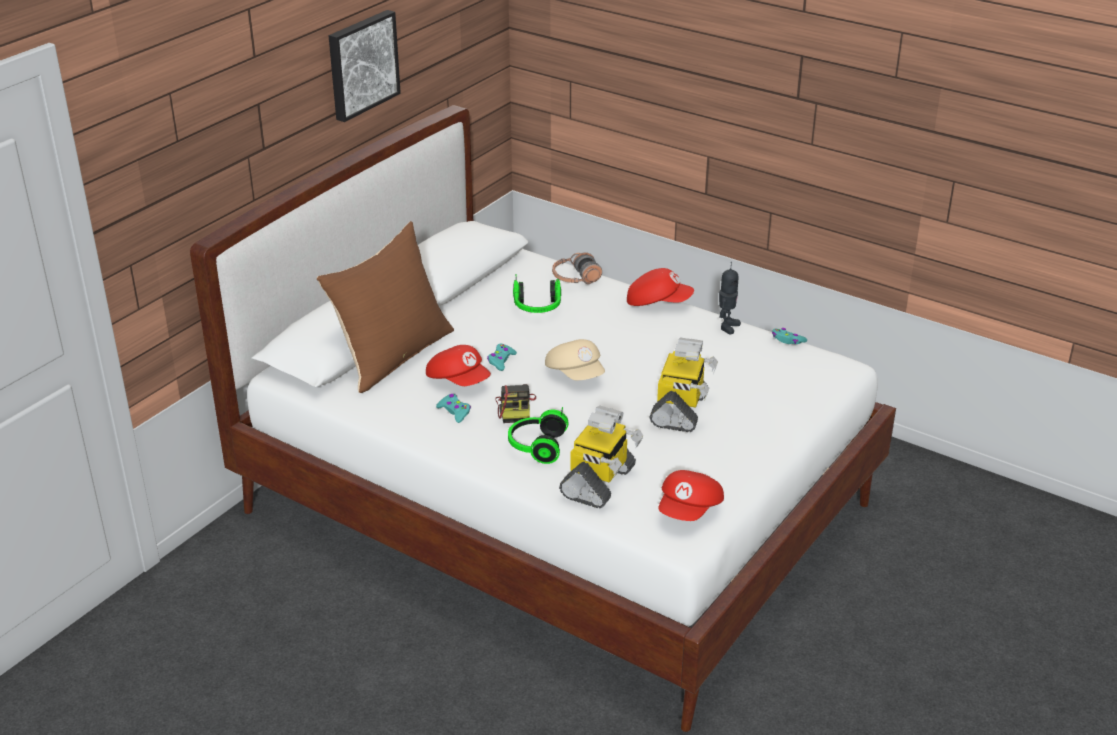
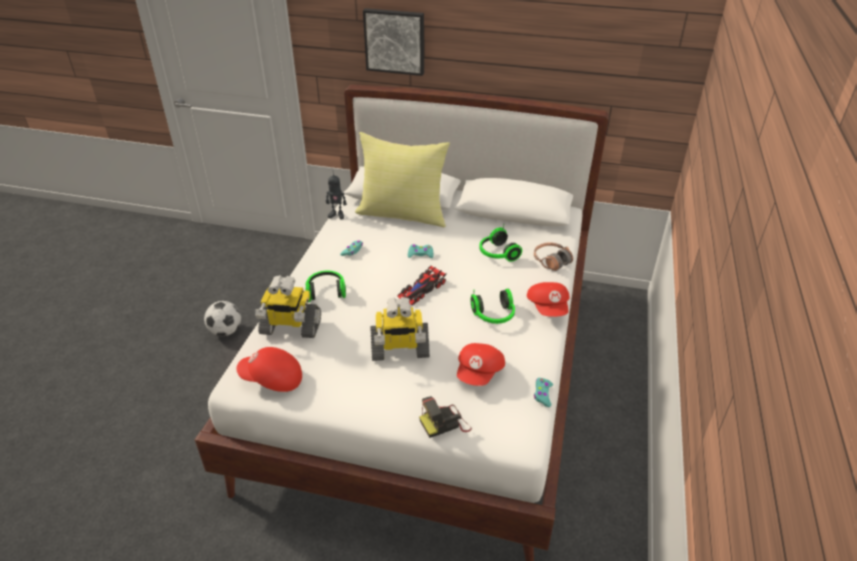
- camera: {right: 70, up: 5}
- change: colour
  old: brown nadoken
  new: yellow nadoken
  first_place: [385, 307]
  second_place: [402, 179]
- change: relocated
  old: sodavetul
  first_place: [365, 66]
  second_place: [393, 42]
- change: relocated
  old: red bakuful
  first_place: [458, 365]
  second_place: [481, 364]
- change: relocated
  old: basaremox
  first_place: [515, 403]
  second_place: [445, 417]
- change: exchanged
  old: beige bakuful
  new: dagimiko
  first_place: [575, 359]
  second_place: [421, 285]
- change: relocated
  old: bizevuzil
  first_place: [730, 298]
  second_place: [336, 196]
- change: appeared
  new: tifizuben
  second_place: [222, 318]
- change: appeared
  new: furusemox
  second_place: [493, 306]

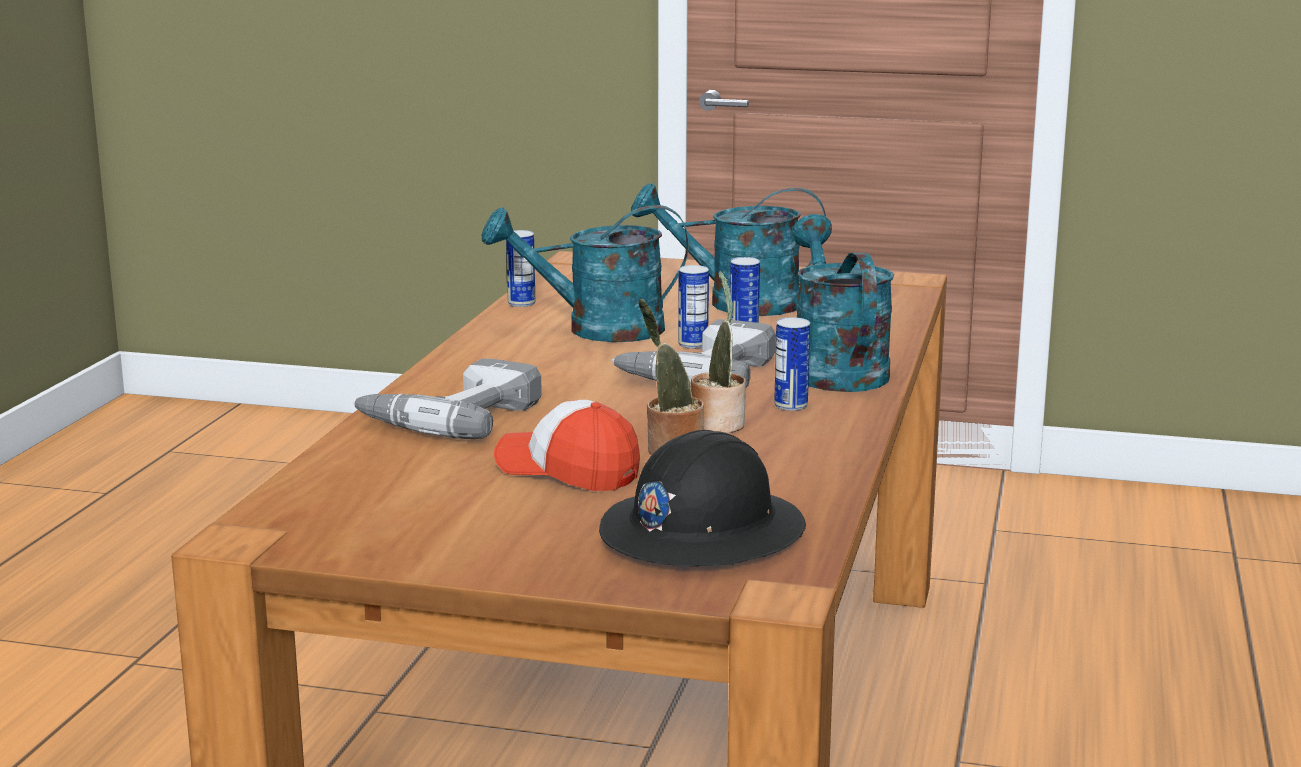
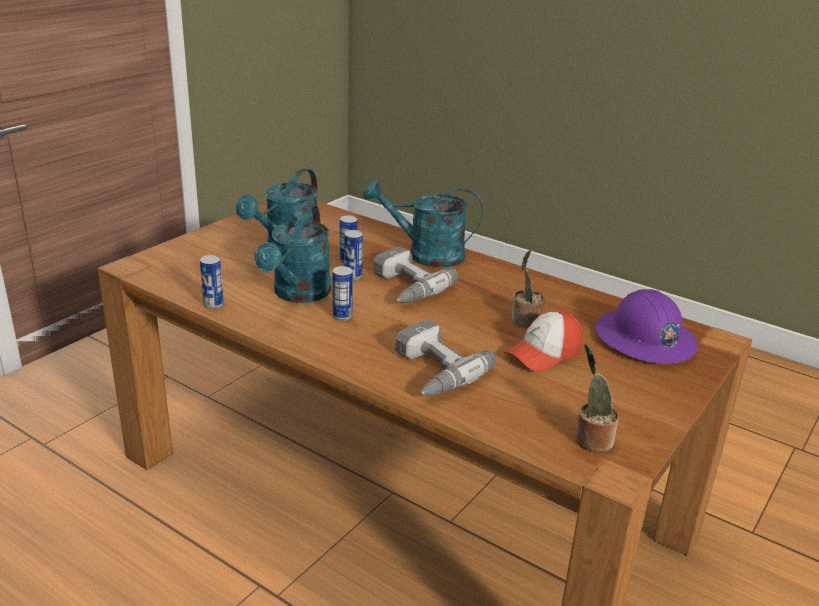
- camera: {right: -70, up: 10}
- change: colour
  old: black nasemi
  new: purple nasemi
  first_place: [702, 498]
  second_place: [646, 326]
- change: relocated
  old: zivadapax
  first_place: [718, 352]
  second_place: [597, 398]
- change: relocated
  old: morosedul
  first_place: [792, 364]
  second_place: [342, 293]

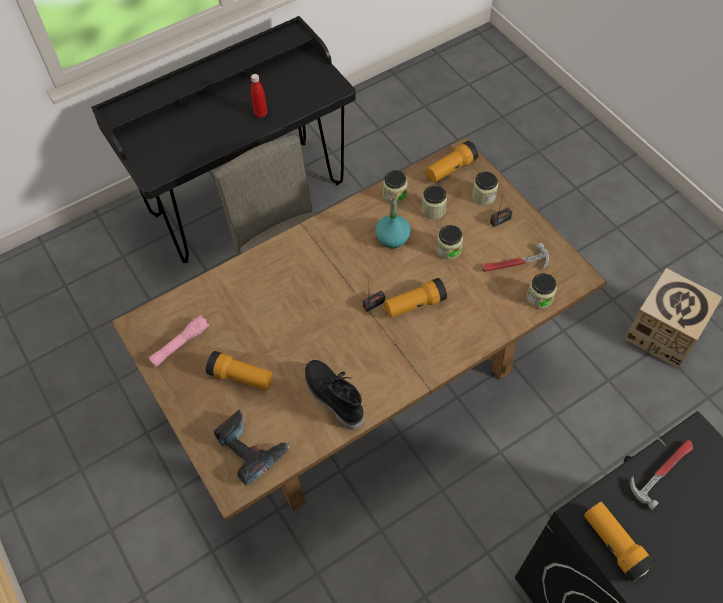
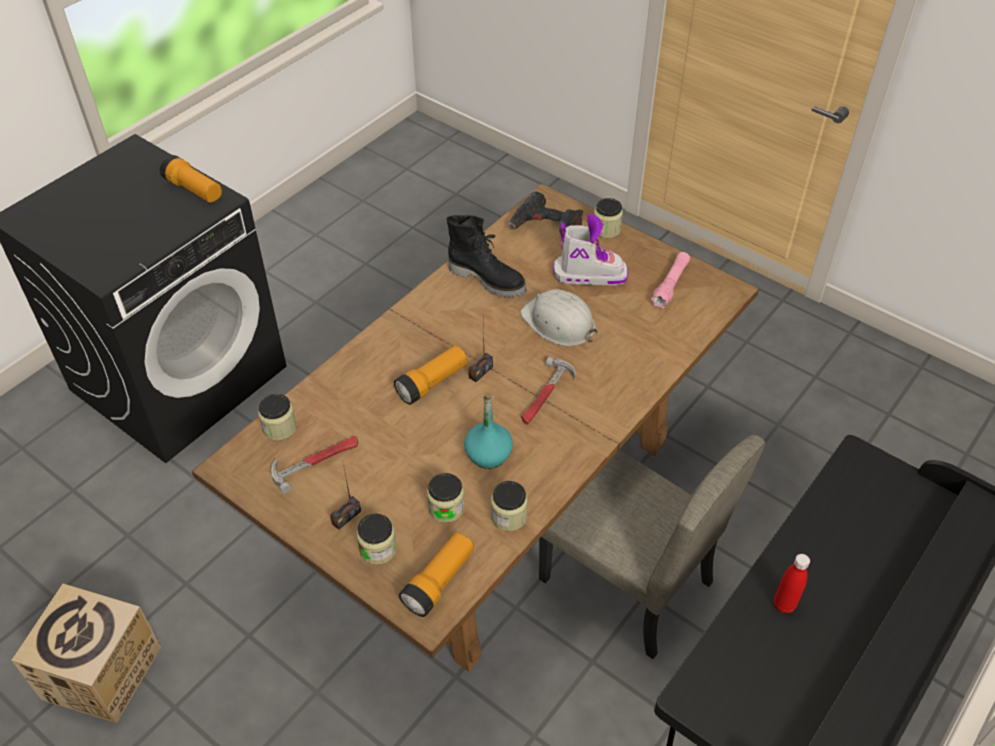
- camera: {right: 160, up: -10}
- change: exchanged
  old: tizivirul
  new: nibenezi
  first_place: [239, 370]
  second_place: [590, 249]
- change: relocated
  old: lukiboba
  first_place: [449, 242]
  second_place: [608, 218]
- change: relocated
  old: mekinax
  first_place: [661, 475]
  second_place: [548, 390]
- change: appeared
  new: white nasemi
  second_place: [559, 317]

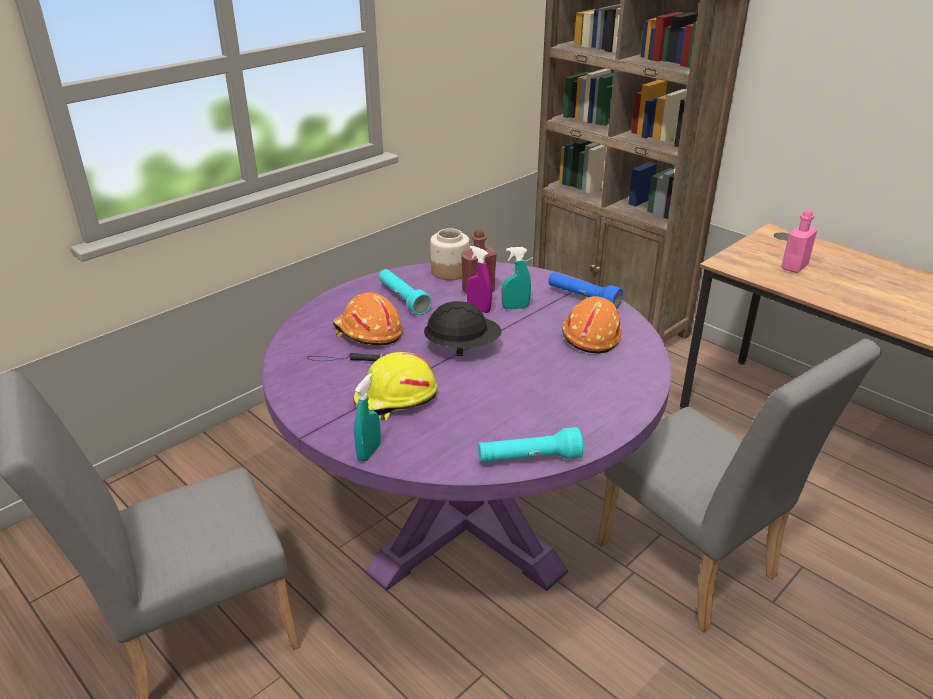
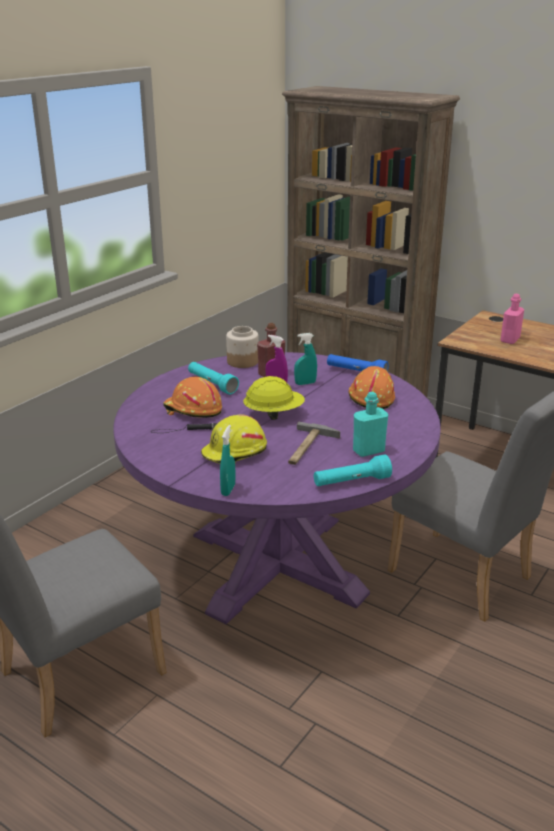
- camera: {right: -10, up: -5}
- change: colour
  old: black nasemi
  new: yellow nasemi
  first_place: [463, 328]
  second_place: [274, 398]
- change: appeared
  new: mekinax
  second_place: [314, 443]
- change: appeared
  new: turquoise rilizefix
  second_place: [370, 424]

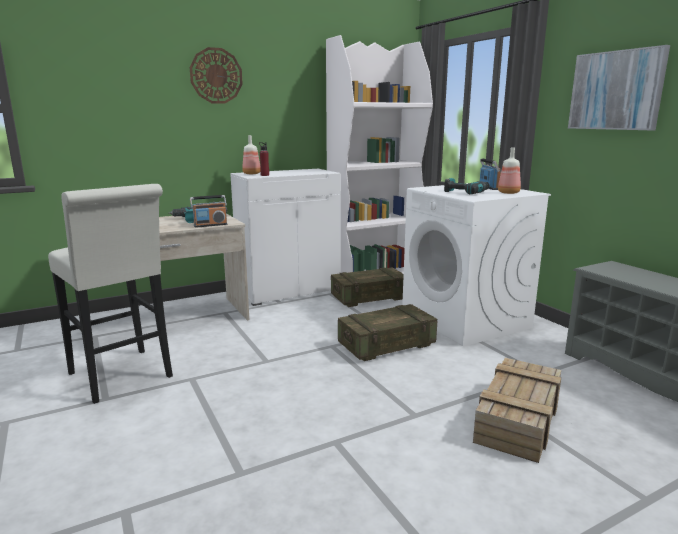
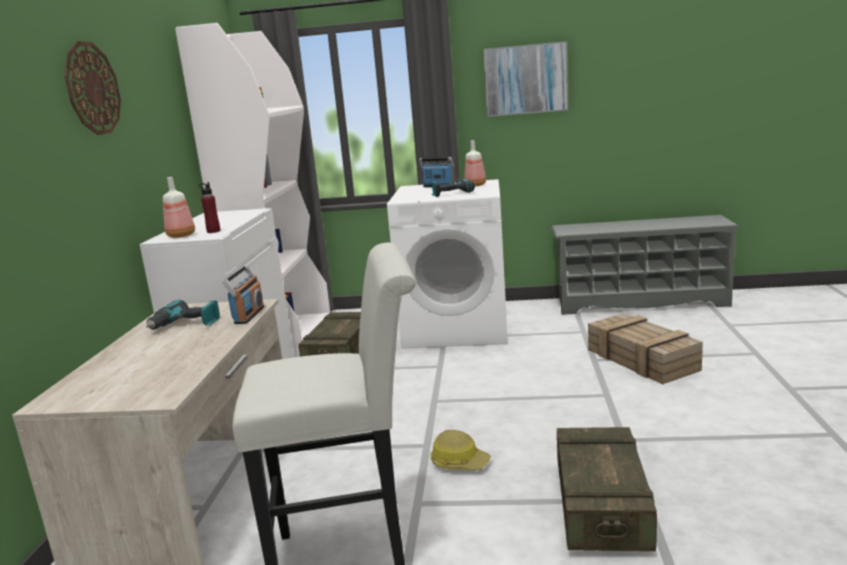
- camera: {right: -55, up: 0}
- change: relocated
  old: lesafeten
  first_place: [387, 332]
  second_place: [607, 489]
- change: appeared
  new: nasemi
  second_place: [460, 450]

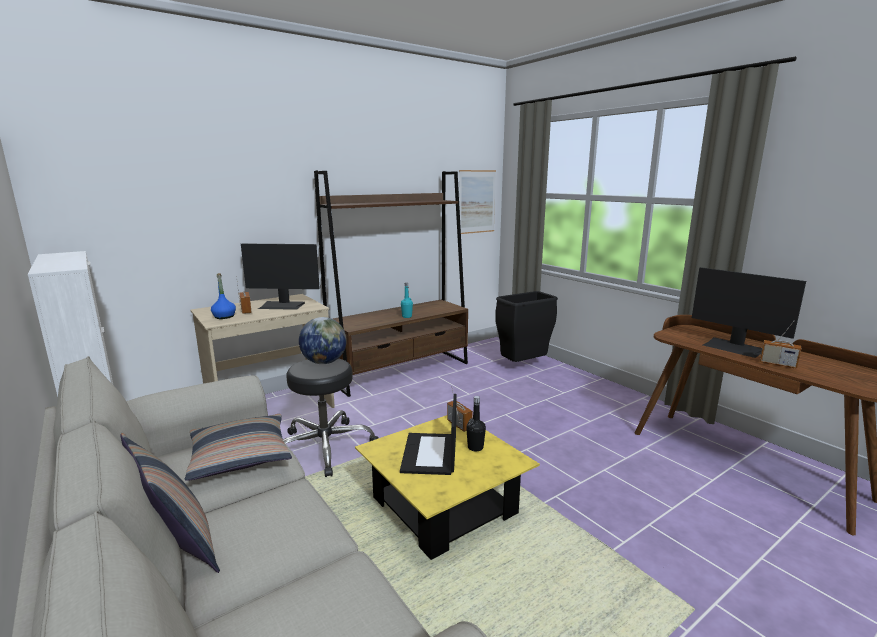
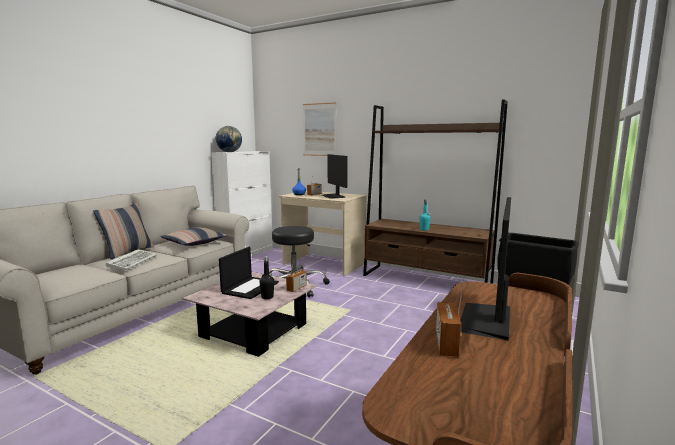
- camera: {right: 65, up: -5}
- change: relocated
  old: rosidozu
  first_place: [323, 340]
  second_place: [229, 139]
- change: colour
  old: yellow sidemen
  new: pink sidemen
  first_place: [447, 487]
  second_place: [250, 314]
- change: spun
  old: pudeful
  first_place: [428, 434]
  second_place: [249, 273]
  degrees: 135
- change: relocated
  old: sodavetul
  first_place: [477, 202]
  second_place: [320, 129]
- change: appeared
  new: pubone
  second_place: [131, 259]

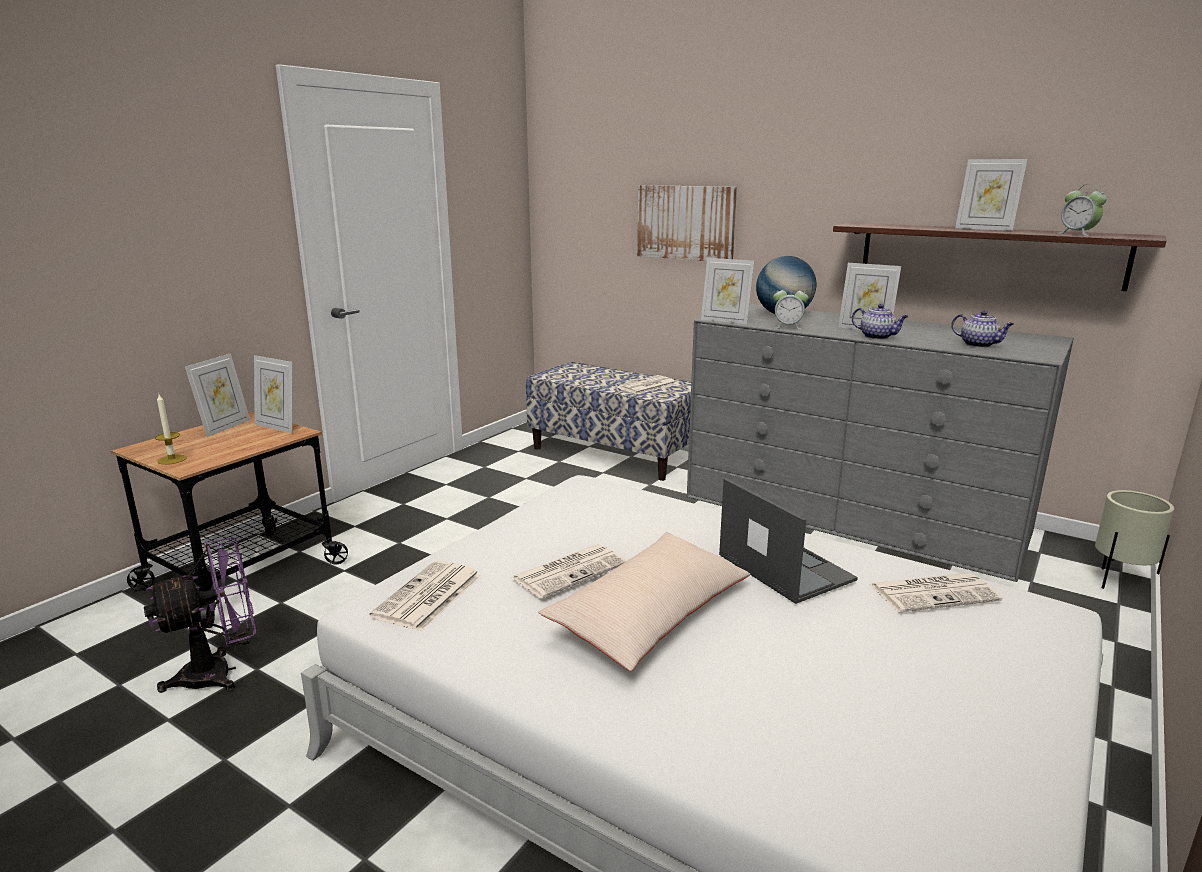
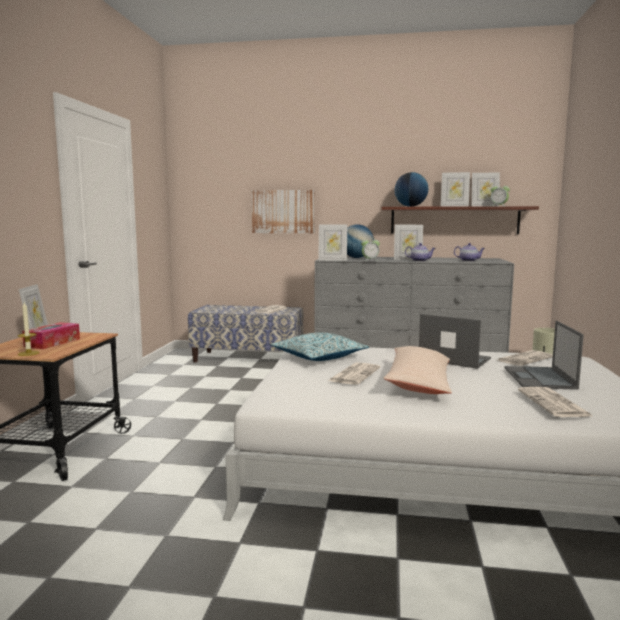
- camera: {right: -25, up: -10}
- change: missing
  old: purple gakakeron
  first_place: [200, 615]
- change: relocated
  old: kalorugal
  first_place: [273, 394]
  second_place: [486, 189]
- change: relocated
  old: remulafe
  first_place: [425, 595]
  second_place: [556, 402]
- change: appeared
  new: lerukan
  second_place: [51, 335]
- change: appeared
  new: nadoken
  second_place: [320, 346]
- change: appeared
  new: rosidozu
  second_place: [411, 189]
- change: appeared
  new: pudeful
  second_place: [544, 355]

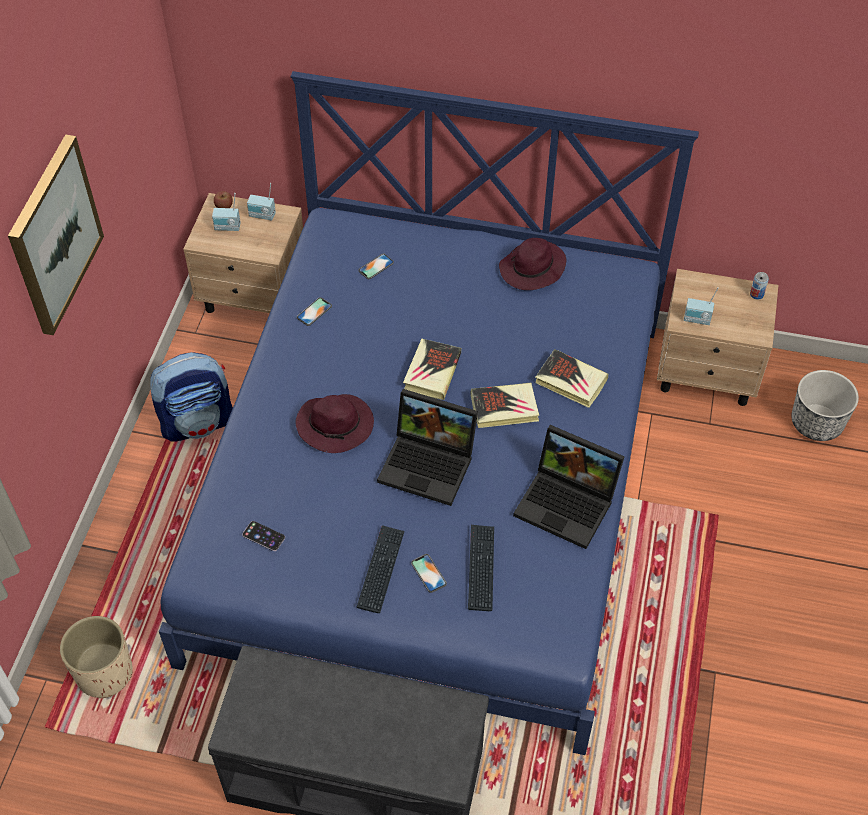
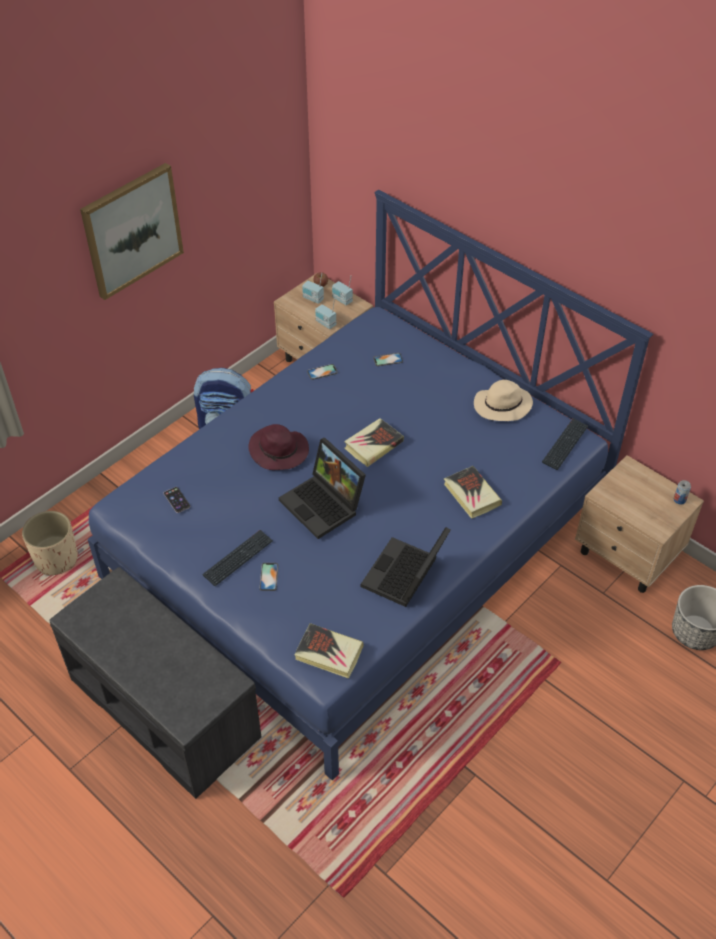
- camera: {right: 30, up: -5}
- change: relocated
  old: pubone
  first_place: [481, 568]
  second_place: [565, 444]
- change: relocated
  old: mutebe
  first_place: [505, 405]
  second_place: [329, 651]
- change: colour
  old: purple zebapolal
  new: beige zebapolal
  first_place: [532, 264]
  second_place: [503, 400]
- change: spun
  old: pudeful
  first_place: [569, 487]
  second_place: [406, 567]
  degrees: 60
- change: relocated
  old: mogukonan
  first_place: [701, 306]
  second_place: [325, 314]

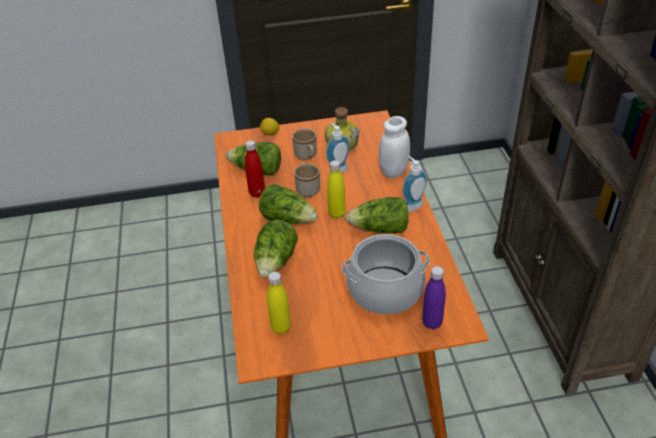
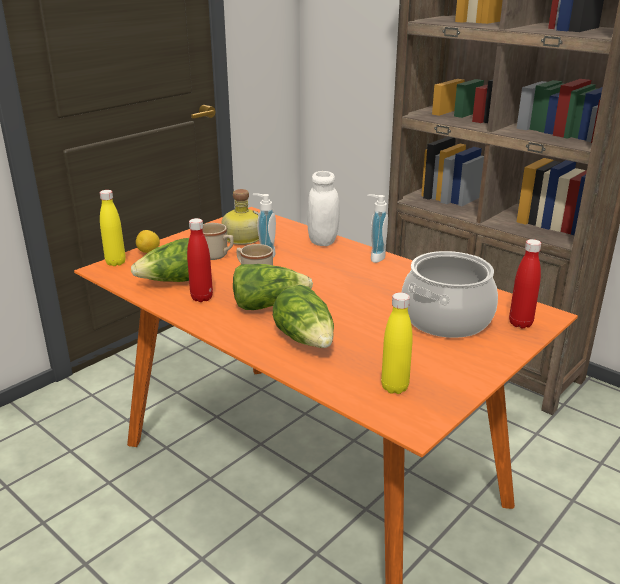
- camera: {right: -40, up: -15}
- change: relocated
  old: yellow rilizefix
  first_place: [336, 189]
  second_place: [113, 228]
- change: missing
  old: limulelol
  first_place: [377, 215]
- change: colour
  old: purple rilizefix
  new: red rilizefix
  first_place: [434, 297]
  second_place: [525, 283]

